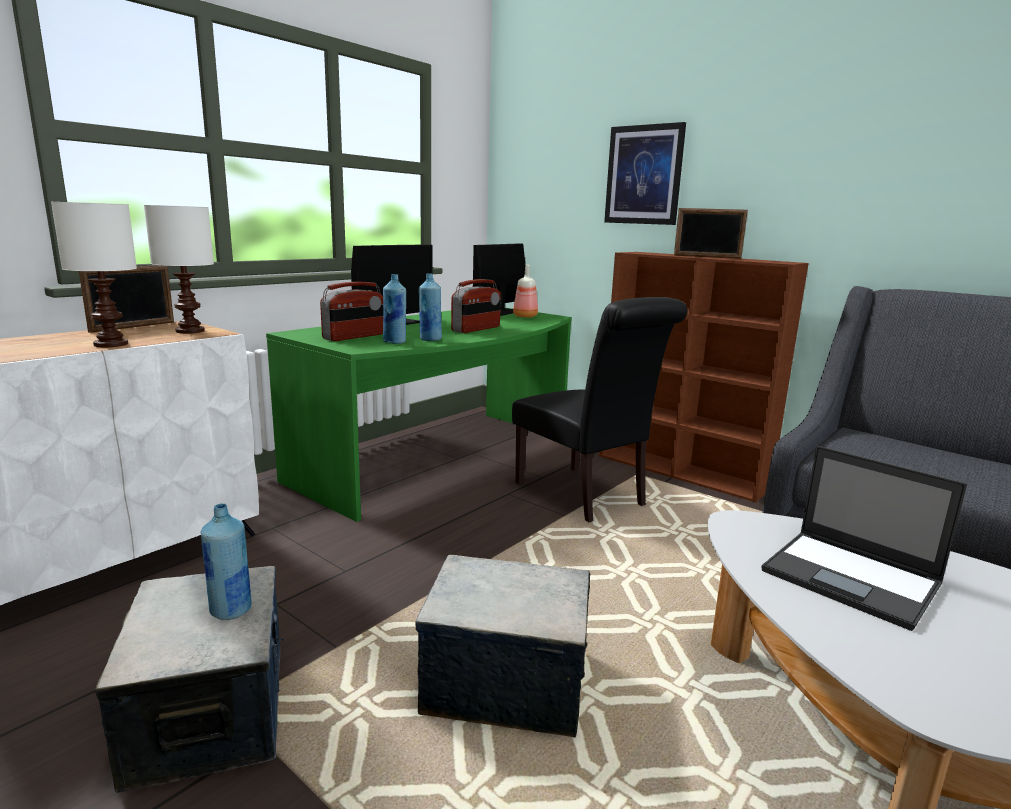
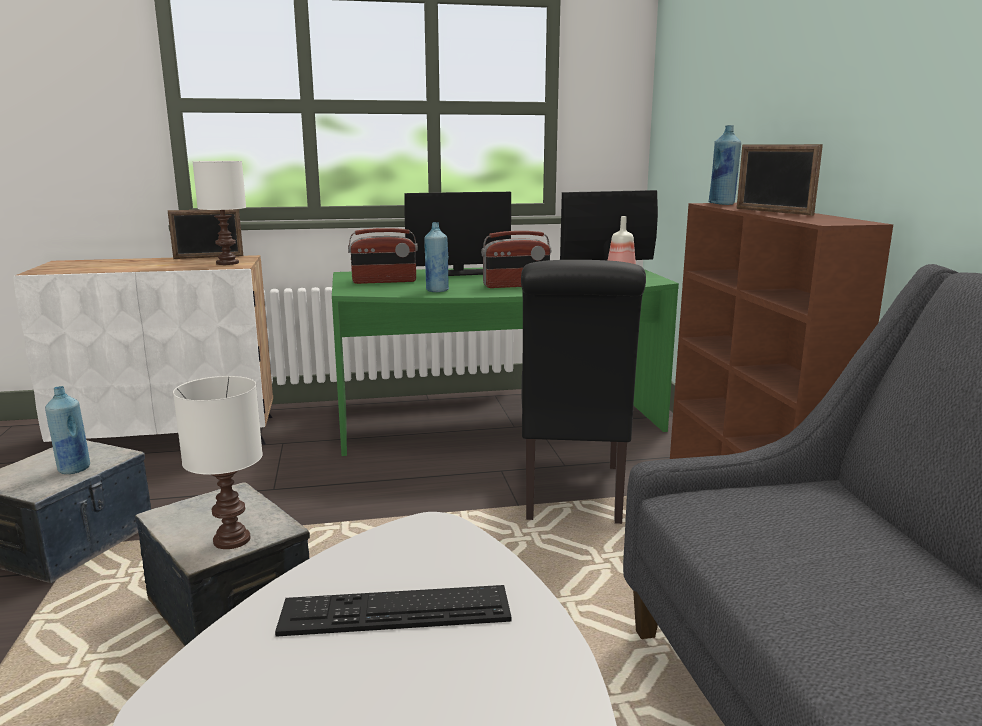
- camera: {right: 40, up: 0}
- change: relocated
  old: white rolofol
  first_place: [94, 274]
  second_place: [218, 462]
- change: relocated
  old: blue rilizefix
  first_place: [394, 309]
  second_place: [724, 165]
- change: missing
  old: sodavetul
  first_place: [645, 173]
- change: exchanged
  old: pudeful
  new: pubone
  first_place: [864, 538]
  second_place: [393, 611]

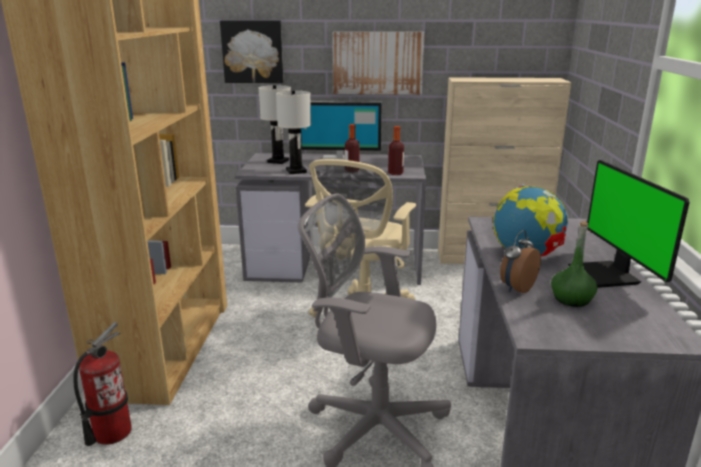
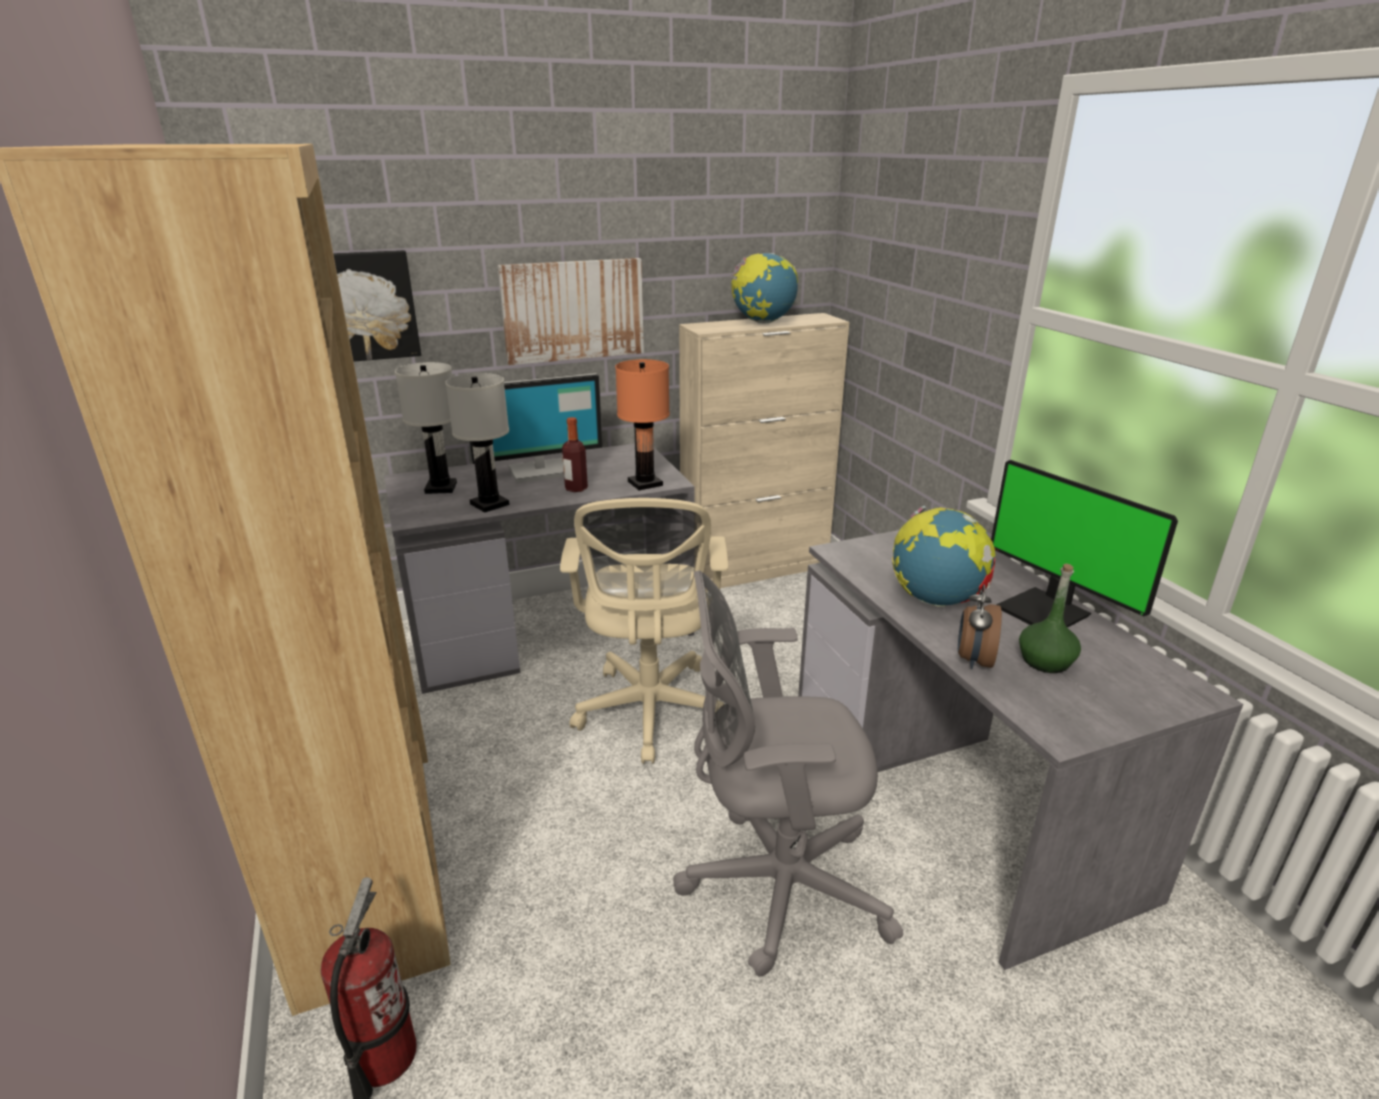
- camera: {right: -25, up: 5}
- change: exchanged
  old: rilizefix
  new: orange rolofol
  first_place: [396, 150]
  second_place: [642, 424]
- change: appeared
  new: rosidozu
  second_place: [764, 288]

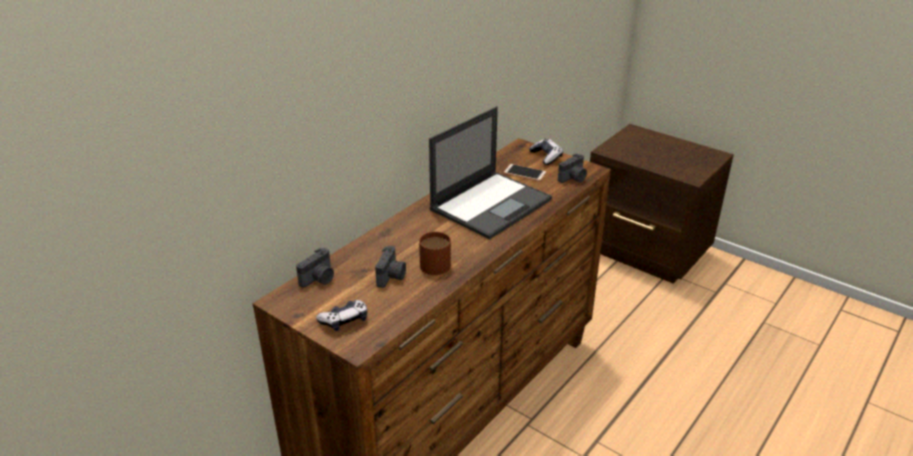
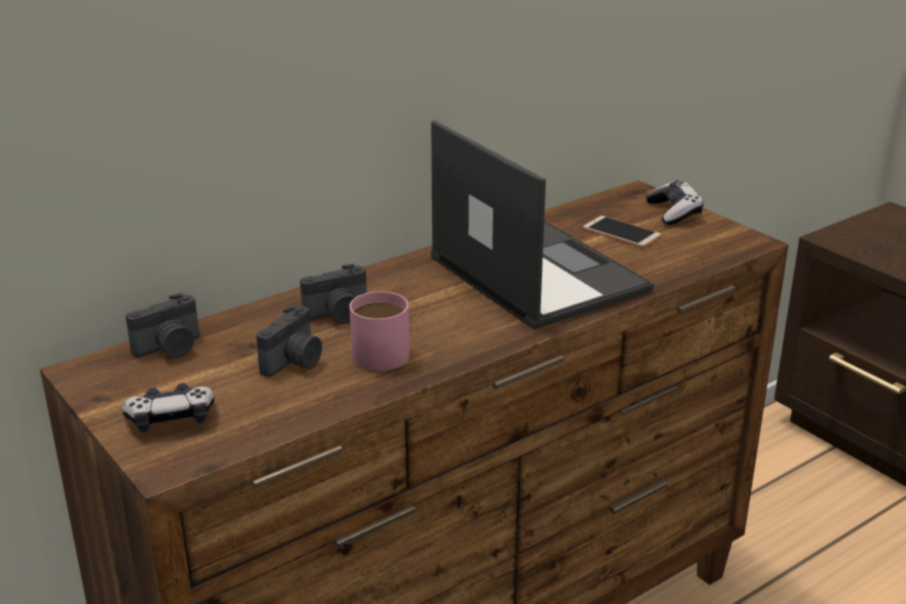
- camera: {right: 15, up: -5}
- change: colour
  old: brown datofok
  new: pink datofok
  first_place: [435, 253]
  second_place: [379, 331]
- change: spun
  old: pudeful
  first_place: [490, 172]
  second_place: [542, 224]
  degrees: -90
- change: relocated
  old: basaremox
  first_place: [572, 168]
  second_place: [333, 294]

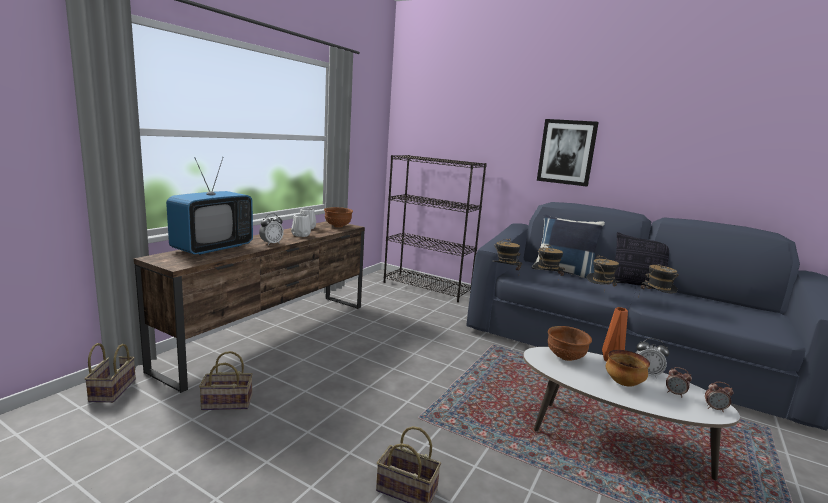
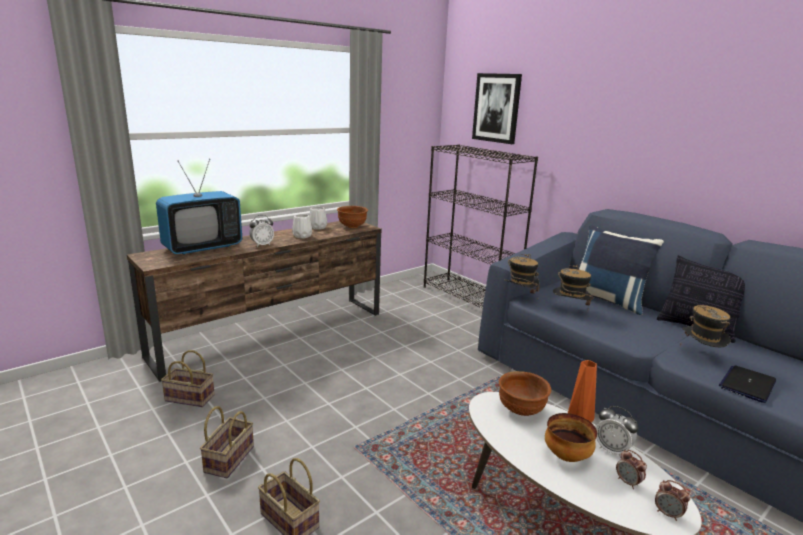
- camera: {right: 20, up: 5}
- change: relocated
  old: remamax
  first_place: [110, 373]
  second_place: [227, 442]
- change: relocated
  old: sodavetul
  first_place: [568, 153]
  second_place: [497, 108]
- change: missing
  old: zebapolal
  first_place: [603, 273]
- change: appeared
  new: pudeful
  second_place: [747, 384]

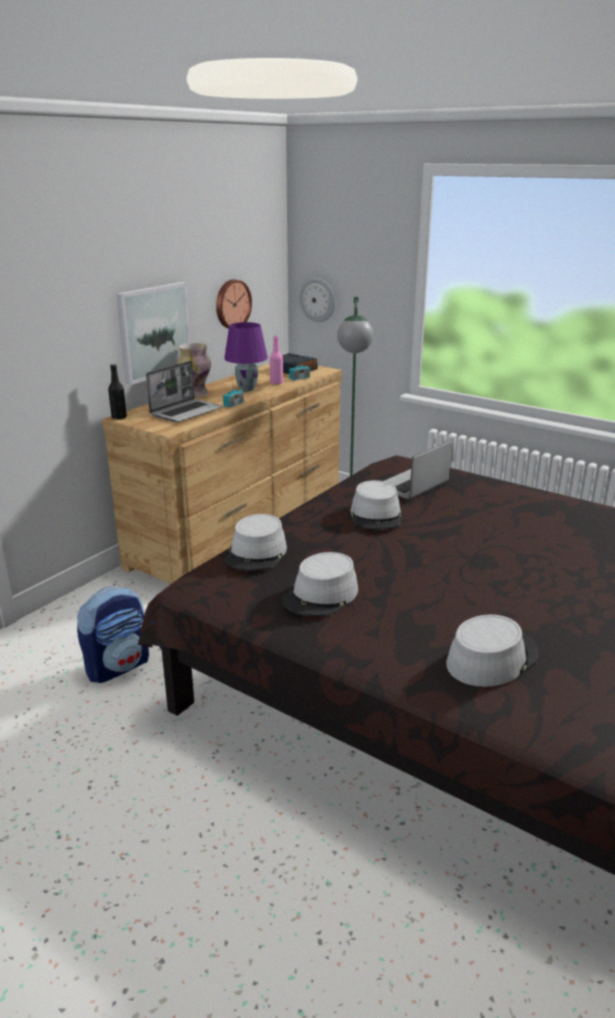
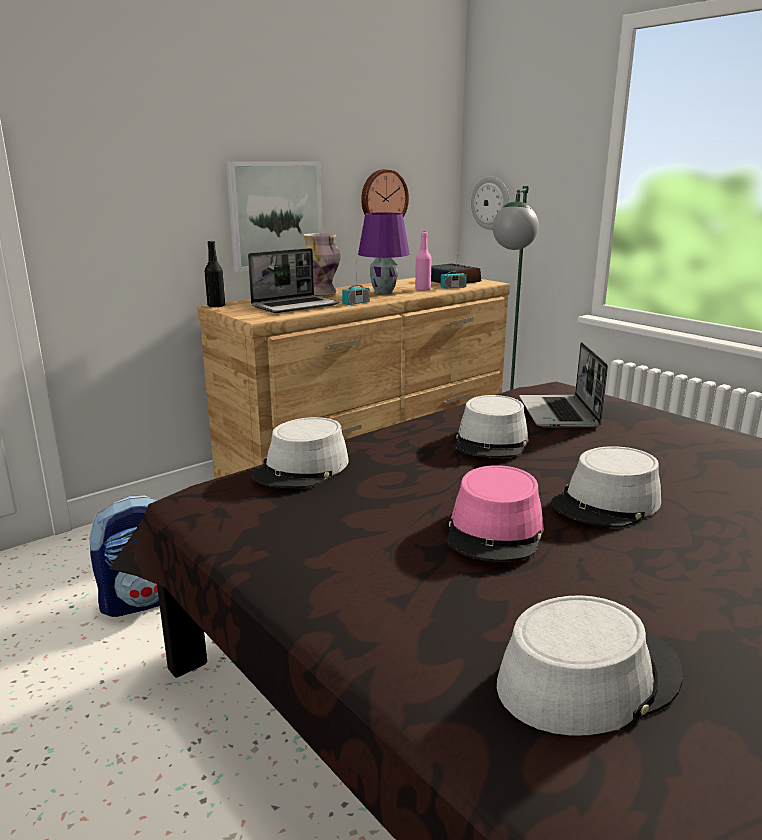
- camera: {right: 15, up: -5}
- change: relocated
  old: grey zebapolal
  first_place: [320, 584]
  second_place: [606, 487]
- change: spun
  old: pudeful
  first_place: [418, 470]
  second_place: [563, 385]
  degrees: -60
- change: appeared
  new: pink zebapolal
  second_place: [495, 513]

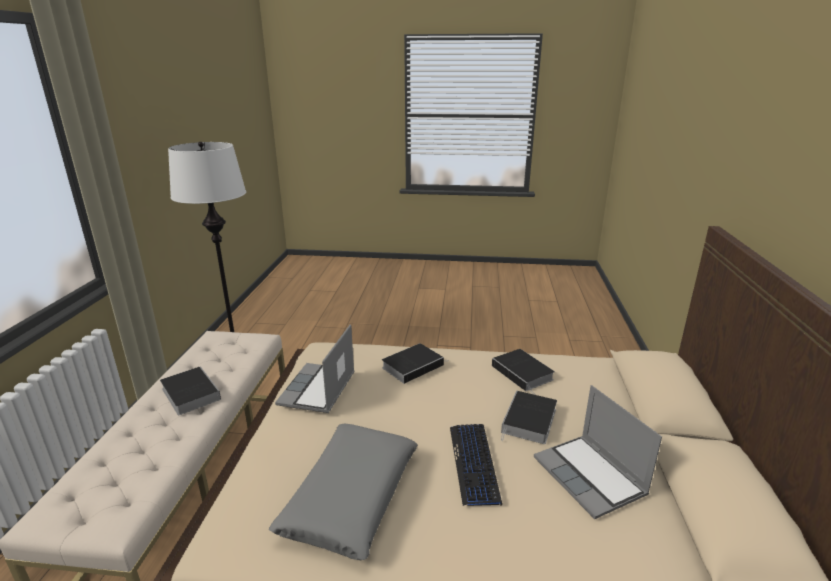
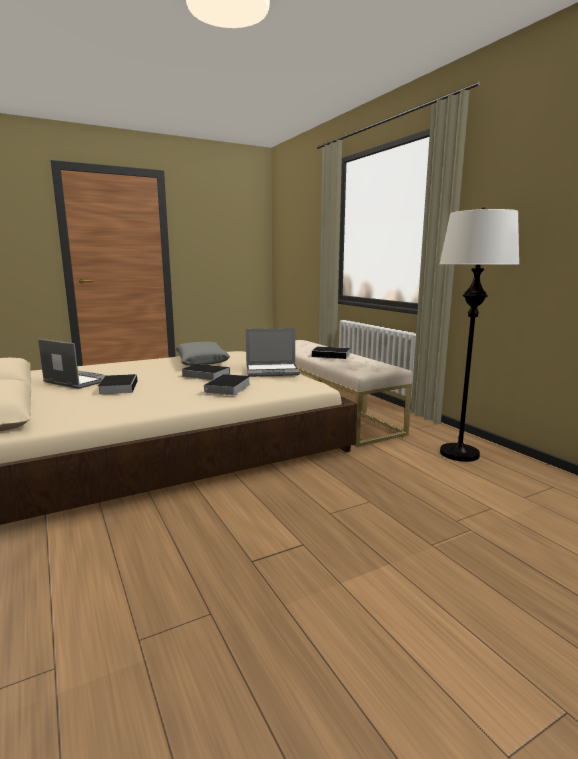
- camera: {right: 145, up: -10}
- change: spun
  old: pudeful
  first_place: [315, 368]
  second_place: [273, 352]
  degrees: 105
- change: missing
  old: pubone
  first_place: [476, 465]
- change: relocated
  old: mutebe
  first_place: [523, 372]
  second_place: [205, 372]

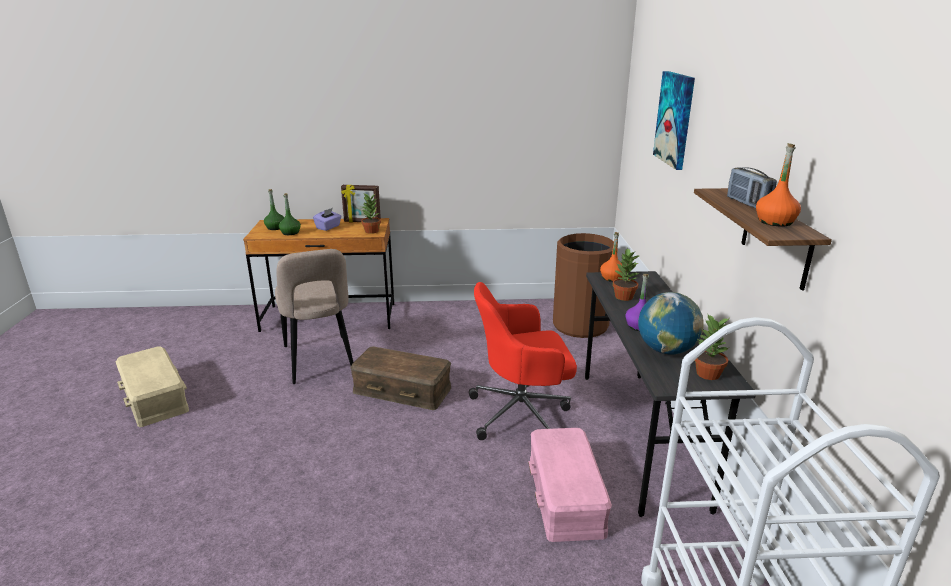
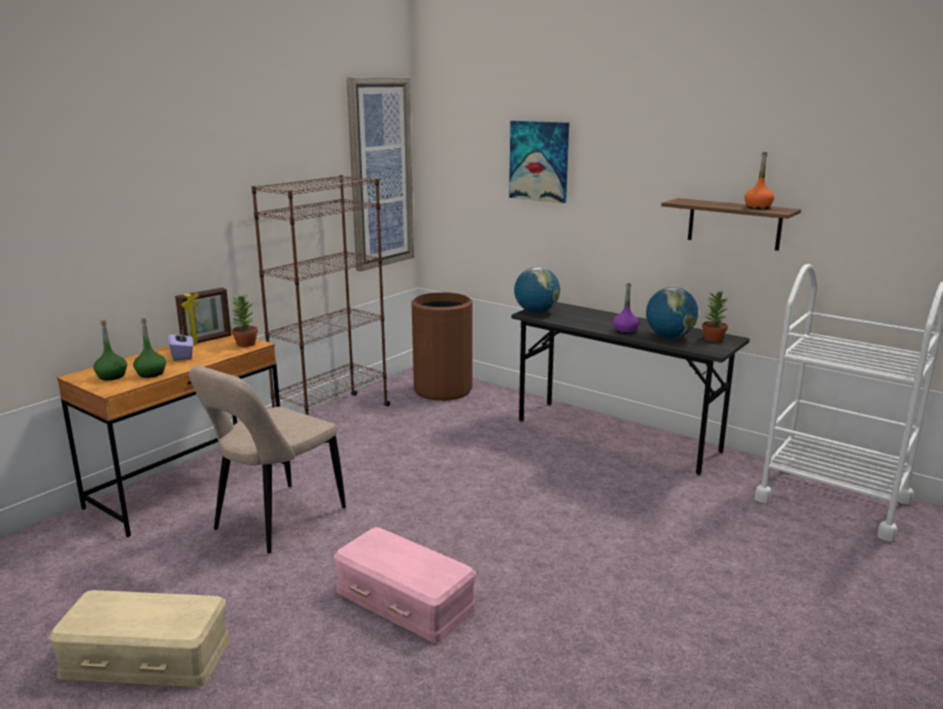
- camera: {right: -50, up: -5}
- change: spun
  old: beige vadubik
  first_place: [314, 316]
  second_place: [267, 459]
  degrees: 105
- change: missing
  old: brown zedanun
  first_place: [400, 378]
- change: missing
  old: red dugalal
  first_place: [523, 361]
- change: relocated
  old: pink zedanun
  first_place: [570, 485]
  second_place: [405, 585]
- change: exchanged
  old: orange rilizefix
  new: rosidozu
  first_place: [611, 257]
  second_place: [537, 290]
- change: missing
  old: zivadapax
  first_place: [627, 274]
- change: missing
  old: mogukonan
  first_place: [752, 187]
- change: appeared
  new: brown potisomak
  second_place: [321, 295]
- change: appeared
  new: sodavetul
  second_place: [380, 174]

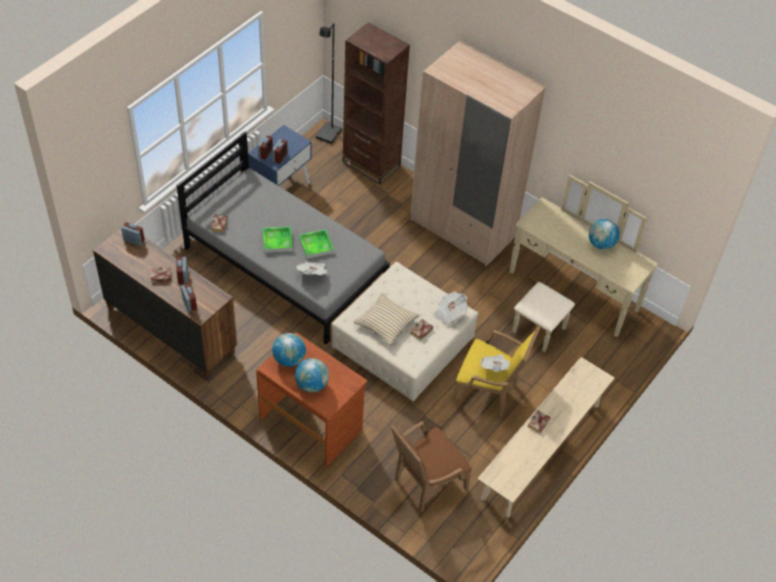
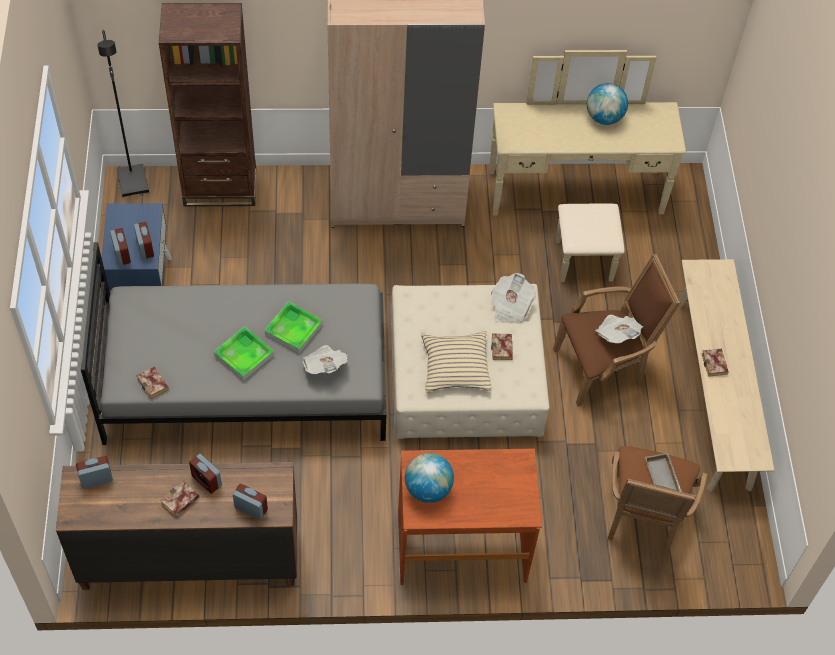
- camera: {right: -40, up: 5}
- change: missing
  old: rosidozu
  first_place: [312, 375]
- change: colour
  old: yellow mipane
  new: brown mipane
  first_place: [495, 370]
  second_place: [616, 330]
- change: appeared
  new: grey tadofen
  second_place: [663, 472]

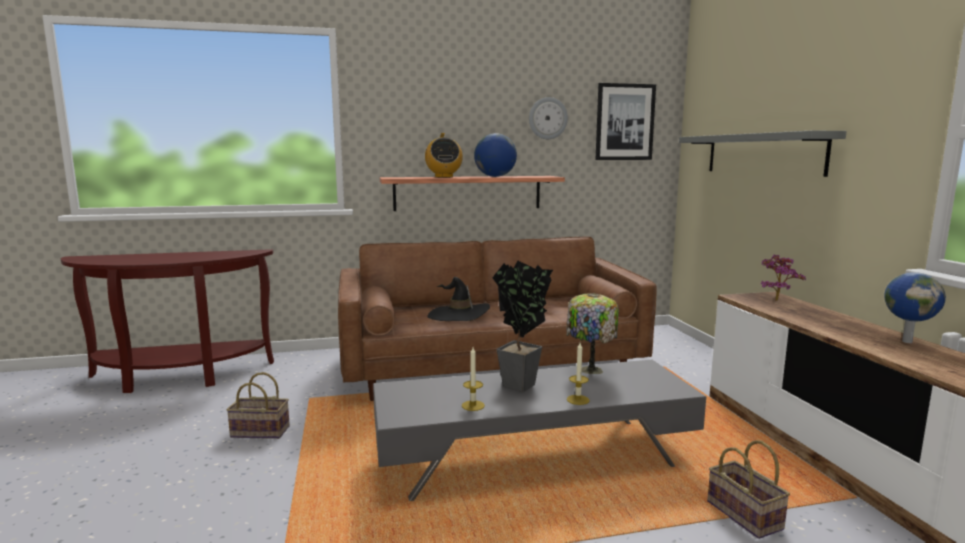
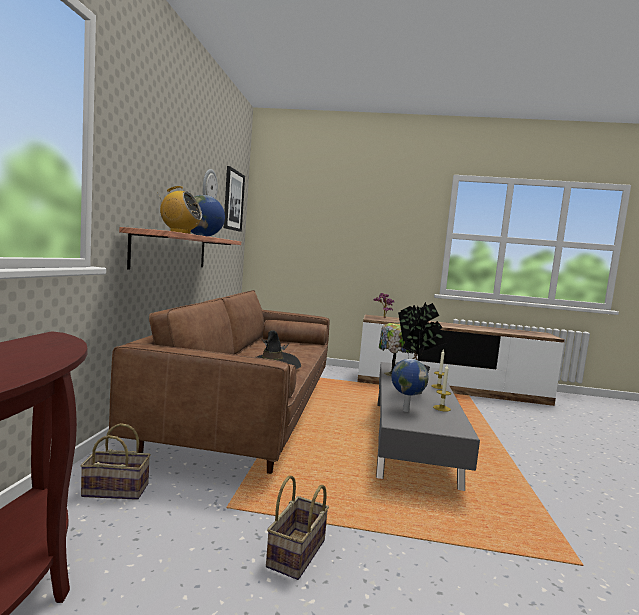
- camera: {right: -70, up: -5}
- change: missing
  old: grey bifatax
  first_place: [763, 153]
- change: relocated
  old: remamax
  first_place: [748, 489]
  second_place: [116, 461]
- change: relocated
  old: rosidozu
  first_place: [915, 307]
  second_place: [410, 385]

